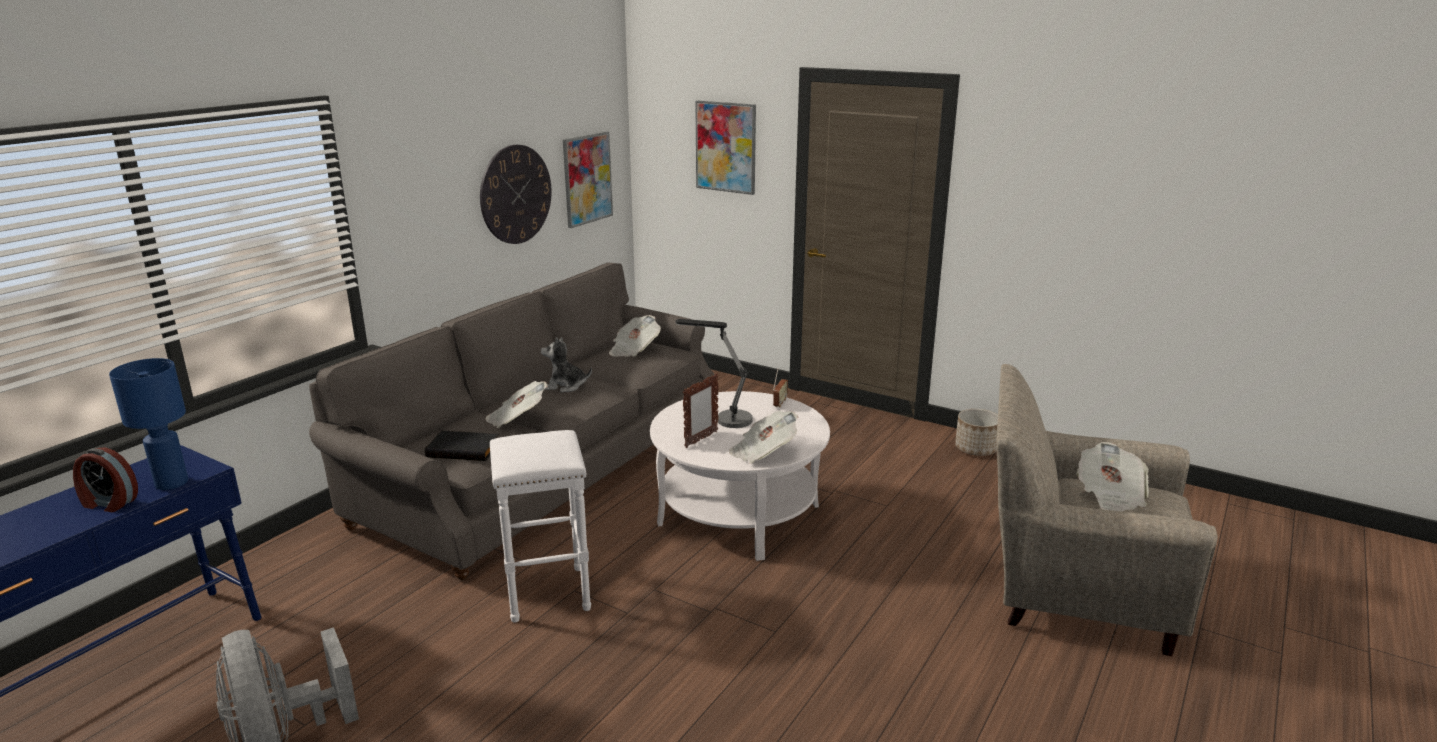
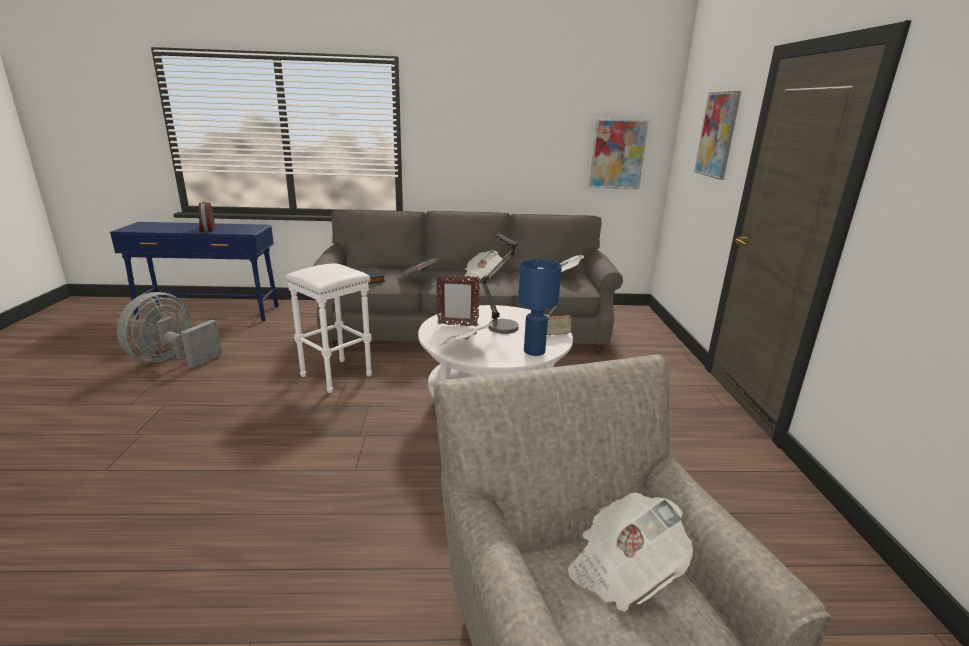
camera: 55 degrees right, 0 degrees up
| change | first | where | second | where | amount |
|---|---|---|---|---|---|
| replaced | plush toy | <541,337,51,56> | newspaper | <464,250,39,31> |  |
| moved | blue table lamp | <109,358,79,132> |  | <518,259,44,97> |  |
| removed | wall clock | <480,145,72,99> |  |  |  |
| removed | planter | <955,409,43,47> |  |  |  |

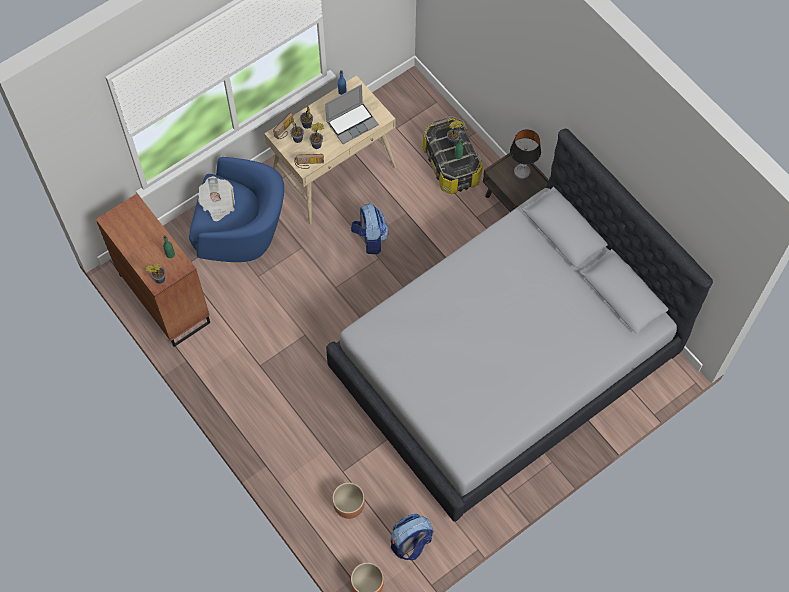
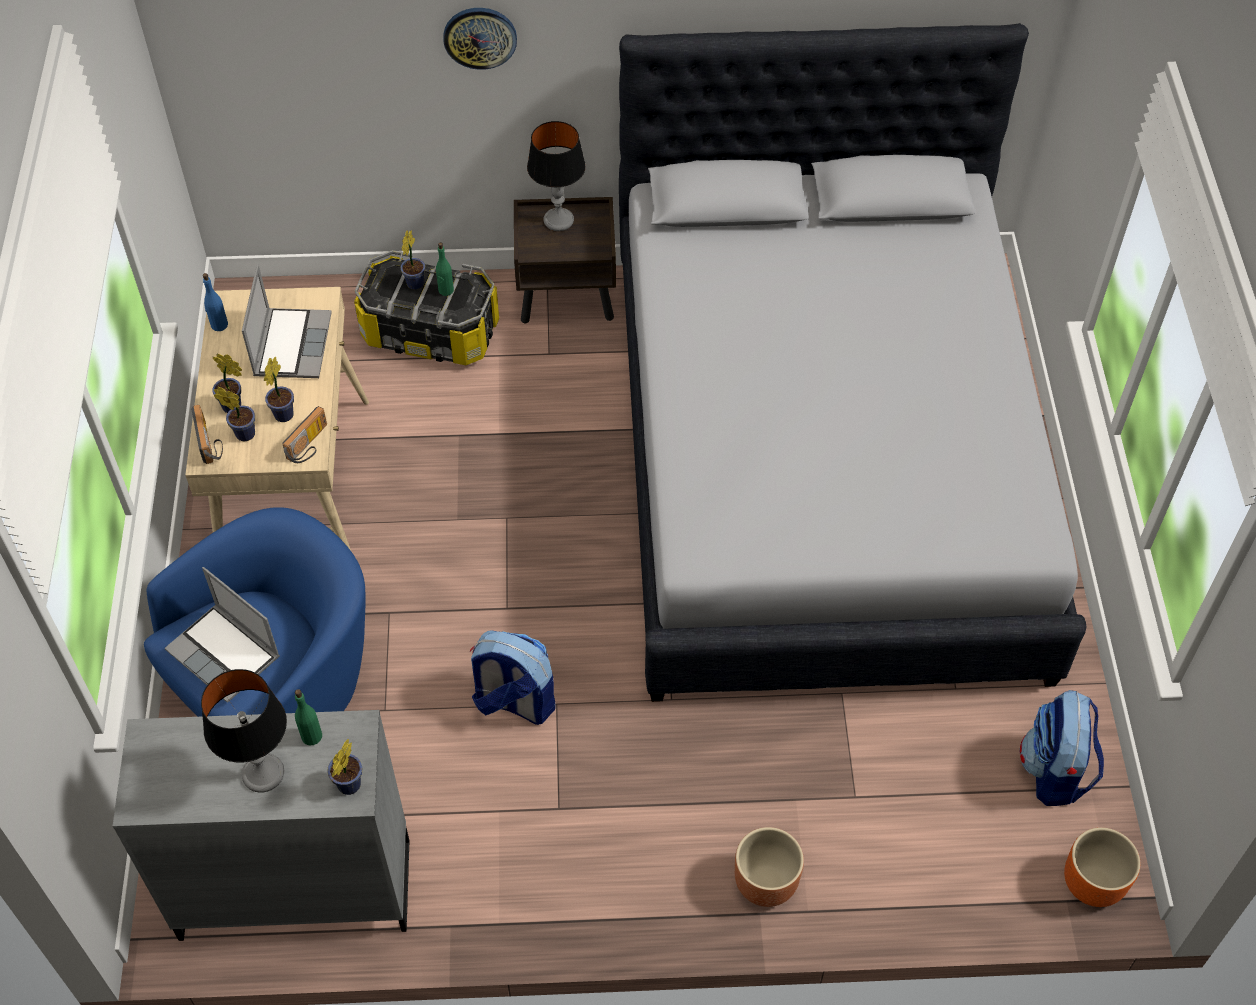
camera: 55 degrees left, 10 degrees down
| change | first | where | second | where | amount |
|---|---|---|---|---|---|
| recoloured | brown dresser | <96,193,114,154> | grey dresser | <113,710,297,231> |  |
| replaced | newspaper | <198,176,37,45> | laptop | <165,567,115,136> |  |
| added |  |  | table lamp | <201,669,86,124> |  |
| added |  |  | wall clock | <443,8,74,62> |  |
| moved | backpack | <351,203,38,51> |  | <470,630,86,95> |  |
| moved | brown planter | <332,482,33,37> |  | <735,827,69,80> |  |

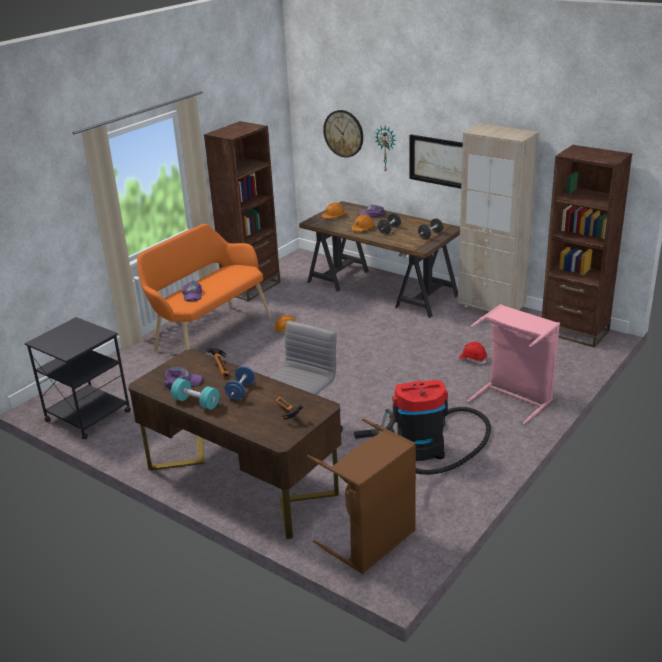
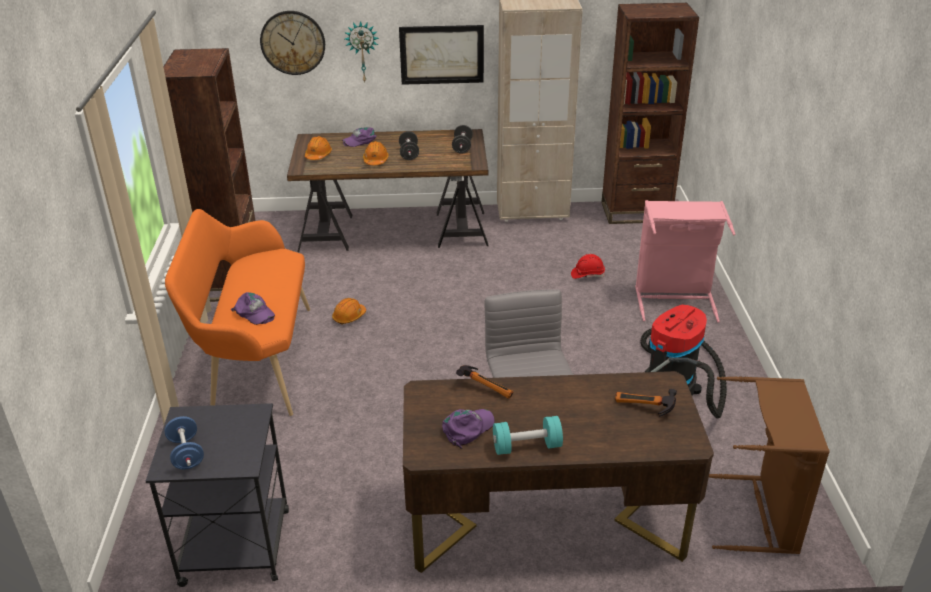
camera: 40 degrees left, 5 degrees up
| change | first | where | second | where | amount |
|---|---|---|---|---|---|
| moved | blue dumbbell | <225,366,30,34> |  | <164,416,40,53> |  |

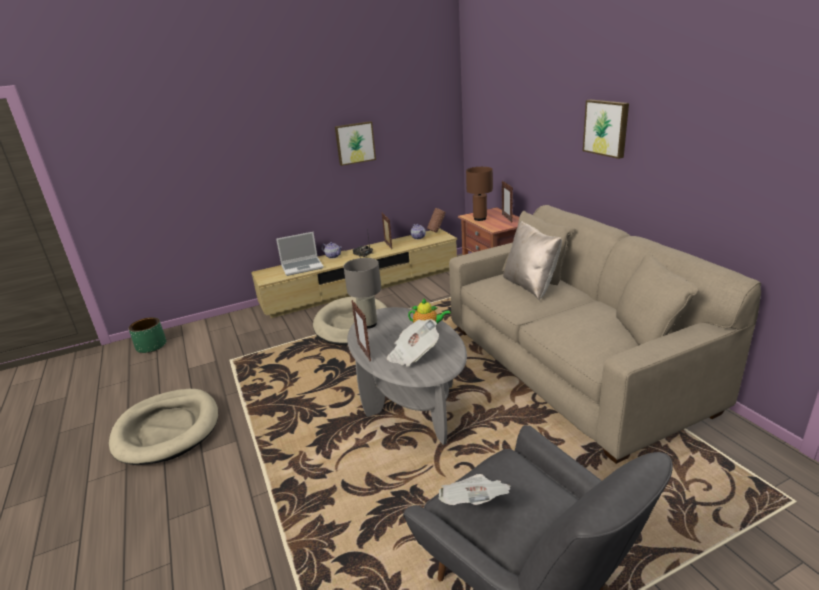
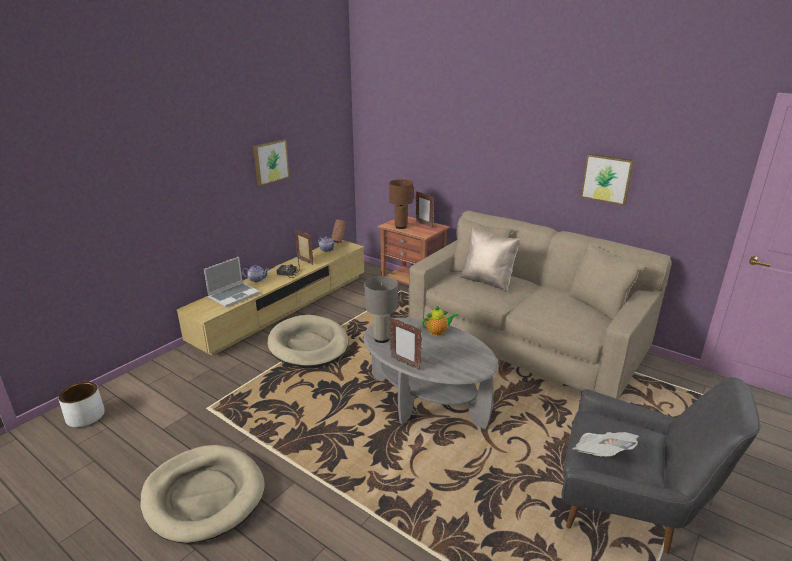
camera: 30 degrees left, 0 degrees up
| change | first | where | second | where | amount |
|---|---|---|---|---|---|
| recoloured | green planter | <128,317,38,36> | white planter | <58,382,47,45> |  |
| moved | picture | <583,100,46,59> |  | <581,154,53,51> |  |
| removed | newspaper | <387,319,52,48> |  |  |  |

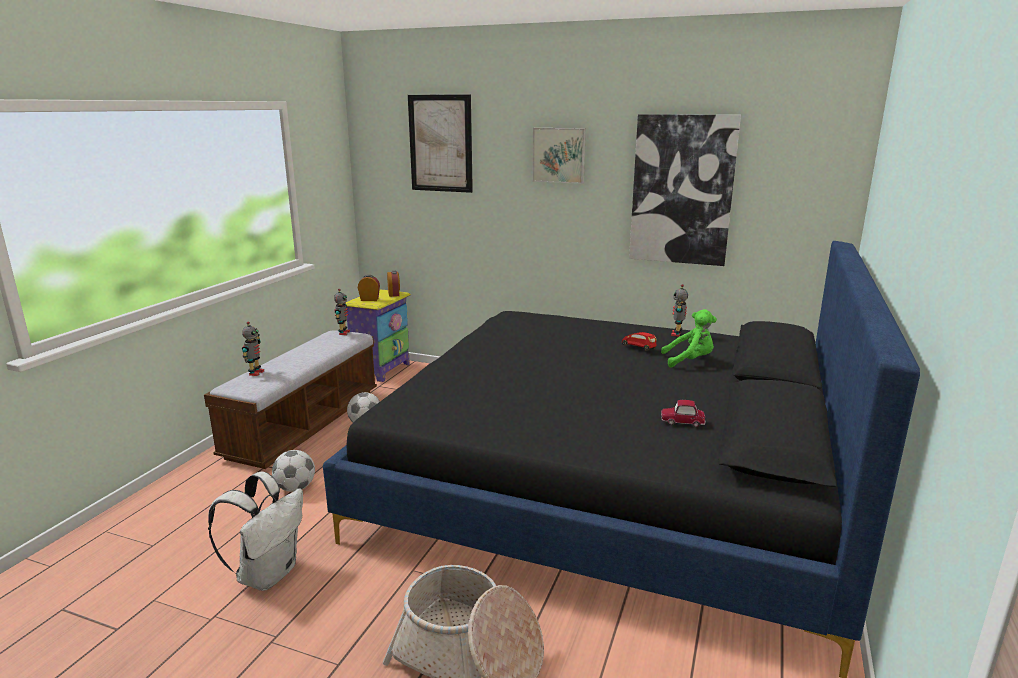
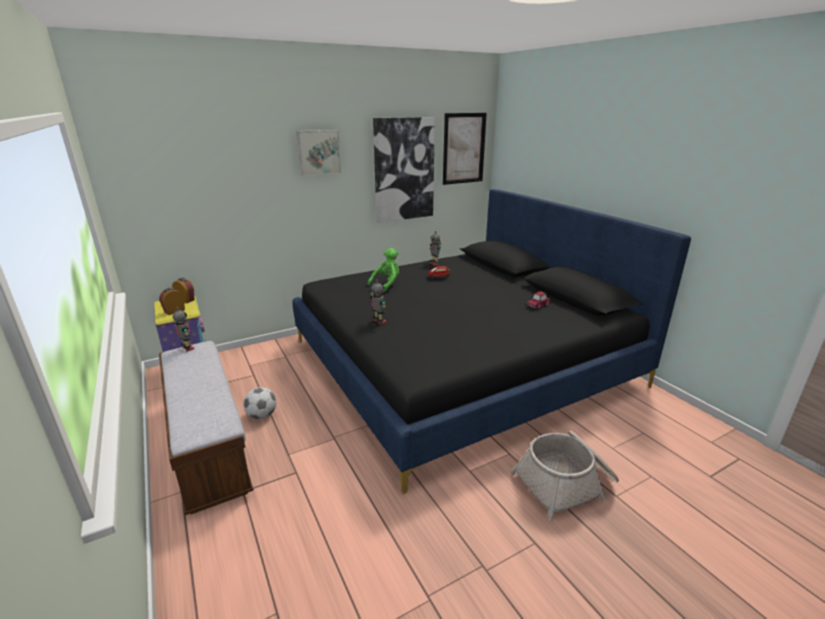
camera: 50 degrees left, 5 degrees up
| change | first | where | second | where | amount |
|---|---|---|---|---|---|
| moved | green plush toy | <661,309,56,59> |  | <368,248,32,43> |  |
| moved | toy robot | <242,321,22,55> |  | <369,279,17,46> |  |
| moved | picture | <408,94,65,99> |  | <443,113,44,72> |  |
| removed | white backpack | <208,471,95,120> |  |  |  |
| removed | football | <272,450,43,42> |  |  |  |

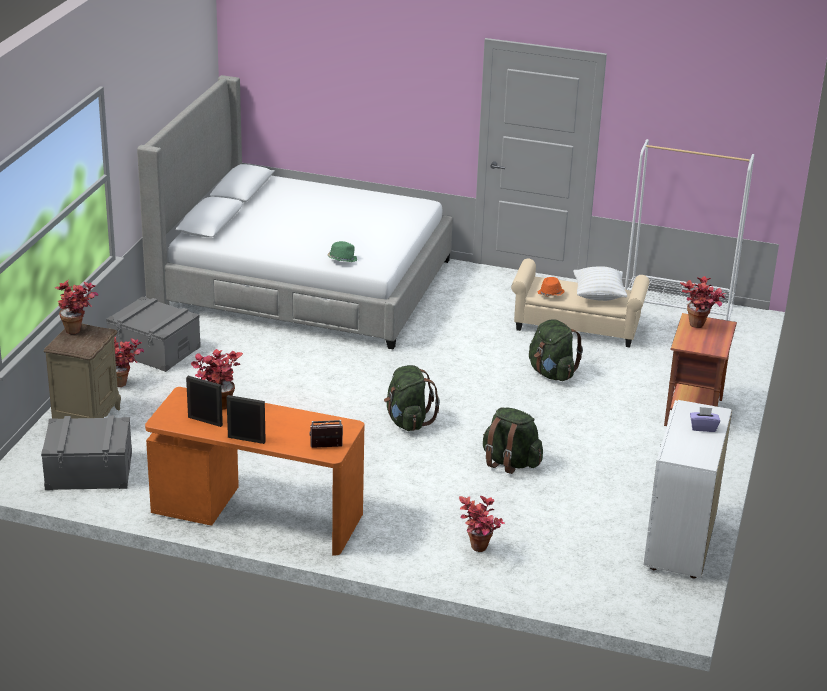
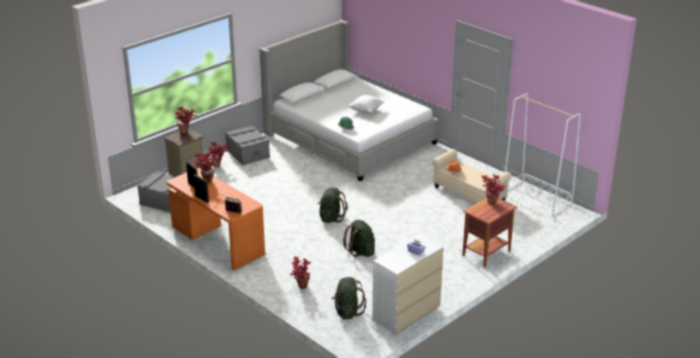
camera: 30 degrees right, 0 degrees up
| change | first | where | second | where | amount |
|---|---|---|---|---|---|
| moved | green backpack | <529,319,54,62> |  | <331,277,35,42> |  |
| moved | white pillow | <573,266,54,35> |  | <348,95,36,19> |  |

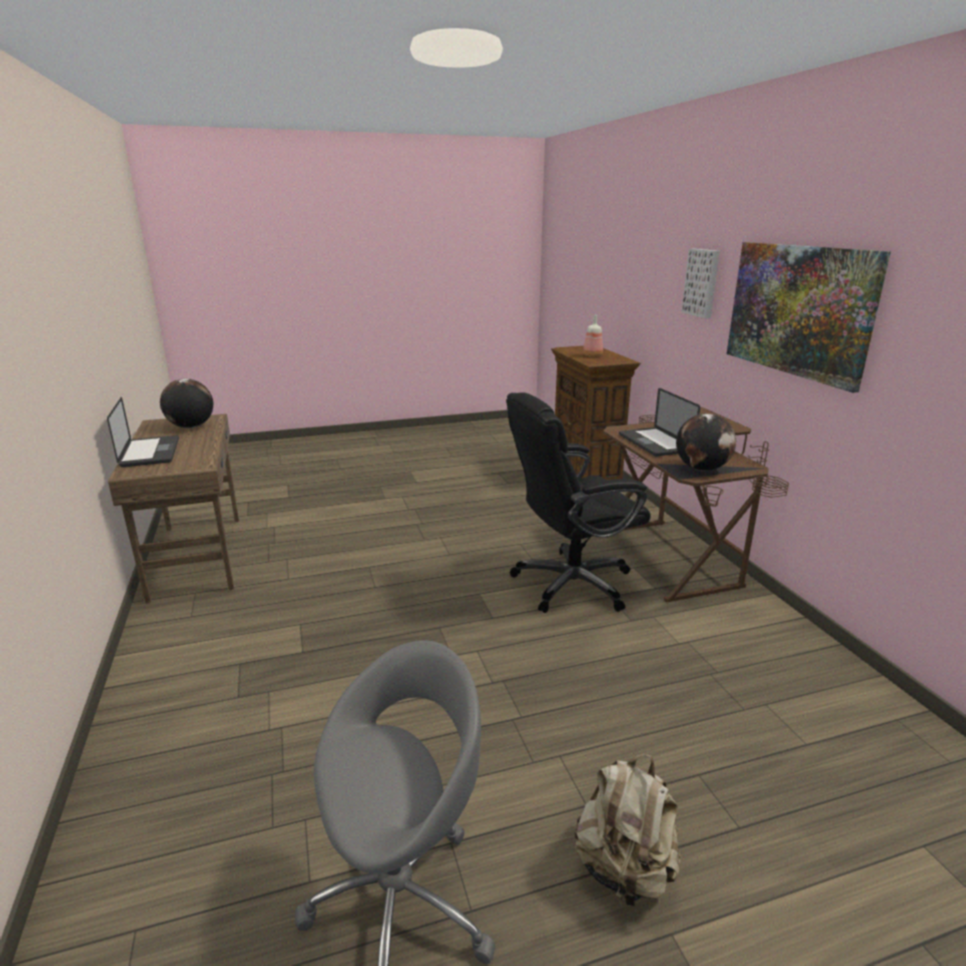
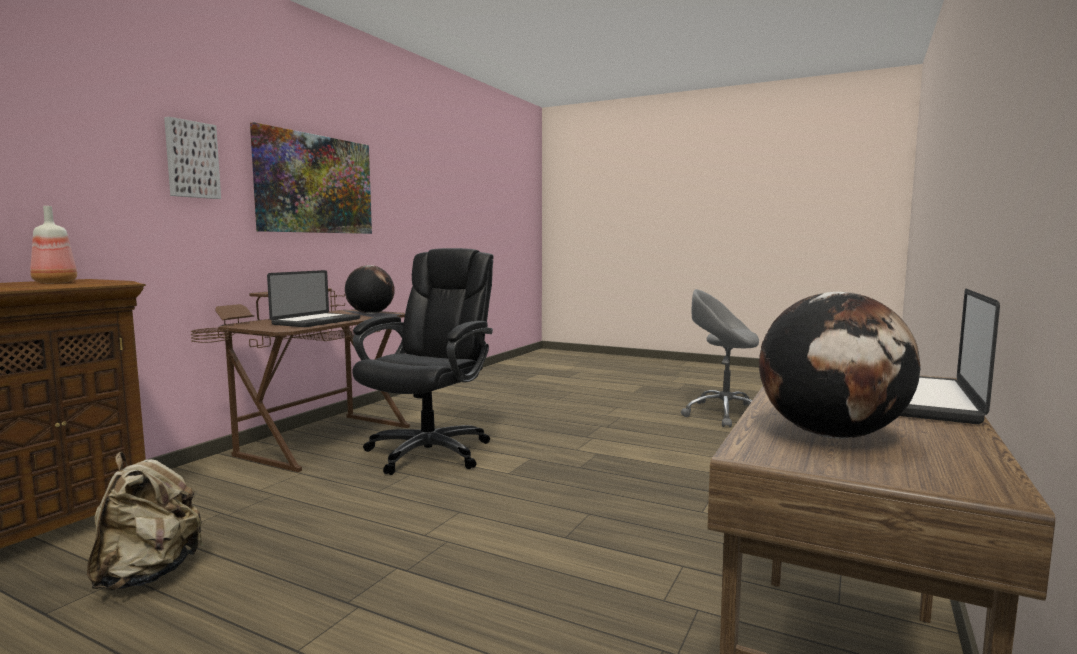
camera: 135 degrees left, 15 degrees down
| change | first | where | second | where | amount |
|---|---|---|---|---|---|
| moved | beige backpack | <575,754,106,152> |  | <87,452,117,139> |  |
| turned | black office chair | <506,392,145,221> |  | <352,248,142,227> | 90 degrees counterclockwise |

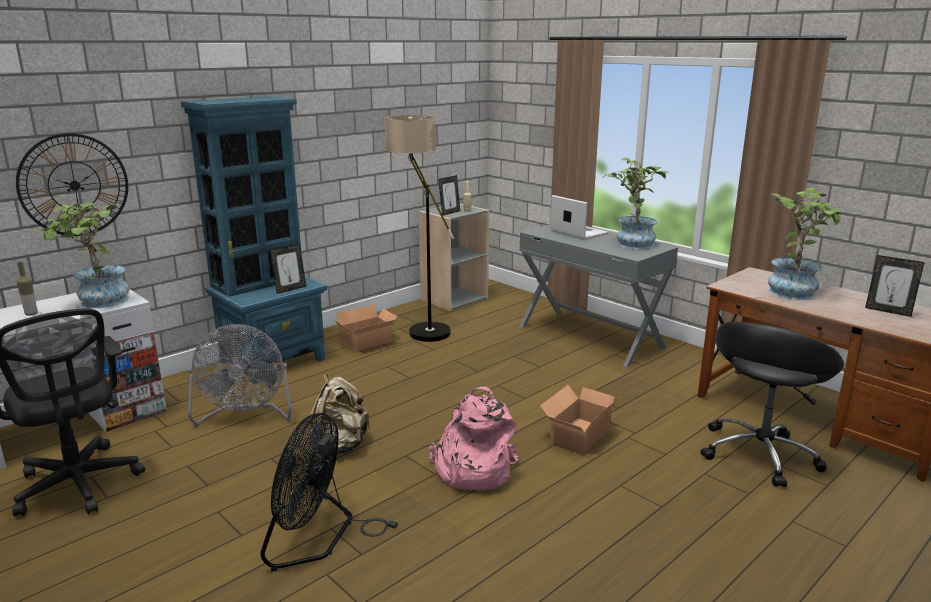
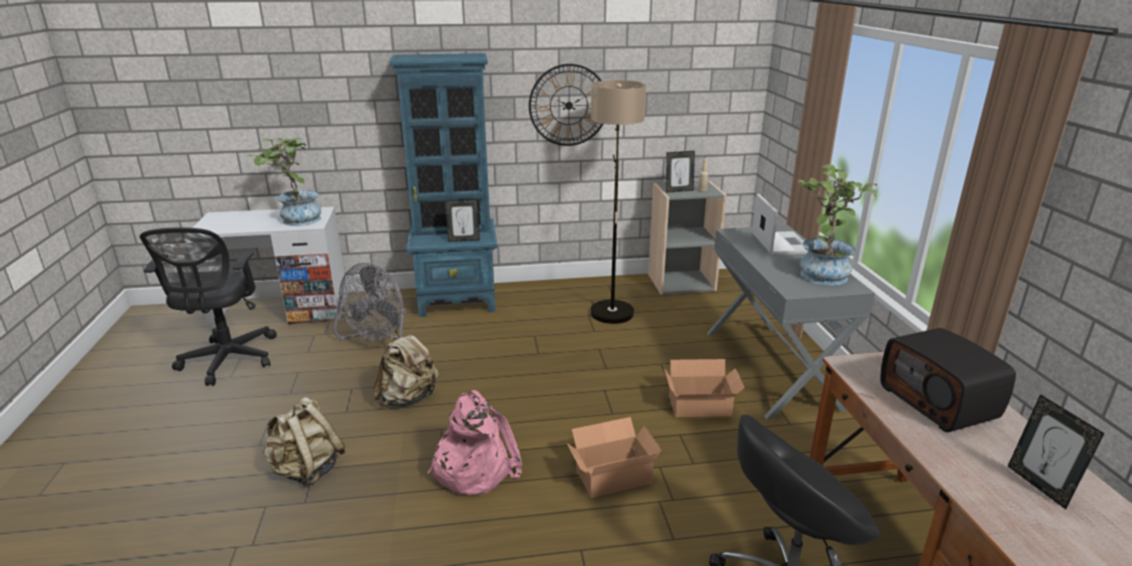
camera: 35 degrees right, 5 degrees up
| change | first | where | second | where | amount |
|---|---|---|---|---|---|
| replaced | black fan | <260,413,139,159> | beige backpack | <262,397,83,90> |  |
| moved | wall clock | <16,133,112,103> |  | <529,64,74,82> |  |
| moved | cardboard box | <334,304,63,48> |  | <664,359,81,58> |  |
| replaced | potted plant | <768,188,77,112> | radio | <880,328,136,104> |  |
| removed | bottle | <17,262,21,54> |  |  |  |

